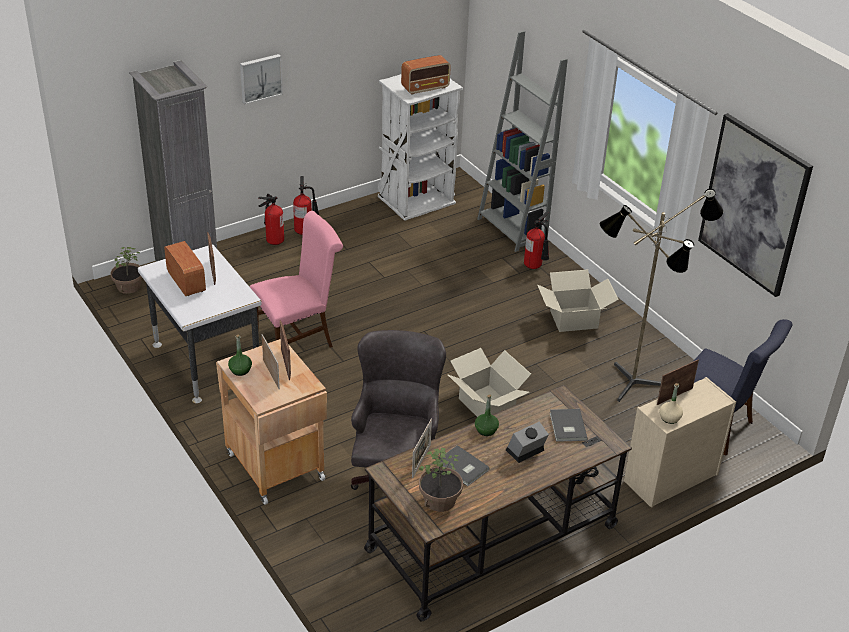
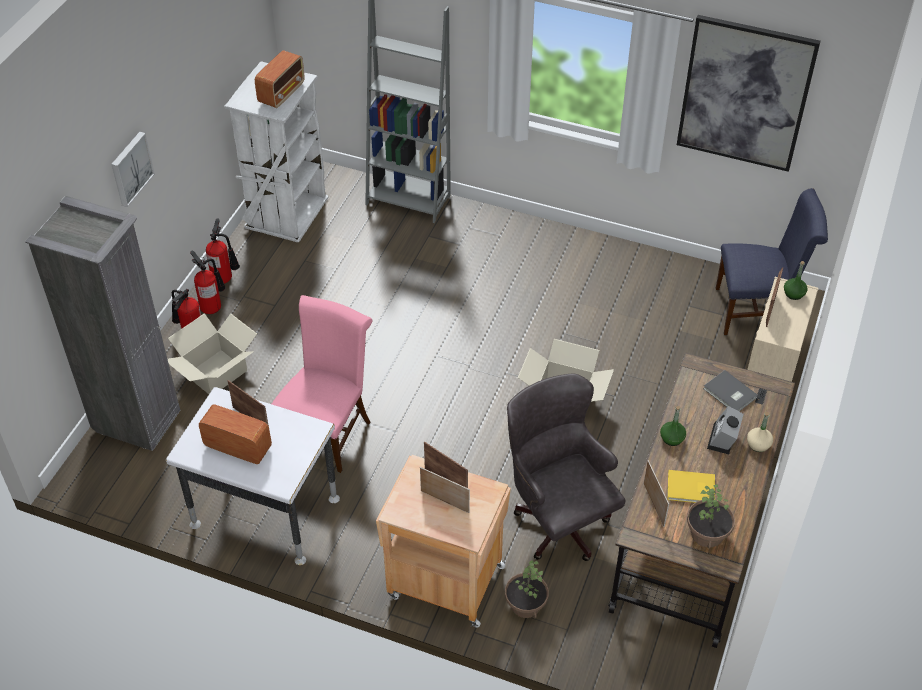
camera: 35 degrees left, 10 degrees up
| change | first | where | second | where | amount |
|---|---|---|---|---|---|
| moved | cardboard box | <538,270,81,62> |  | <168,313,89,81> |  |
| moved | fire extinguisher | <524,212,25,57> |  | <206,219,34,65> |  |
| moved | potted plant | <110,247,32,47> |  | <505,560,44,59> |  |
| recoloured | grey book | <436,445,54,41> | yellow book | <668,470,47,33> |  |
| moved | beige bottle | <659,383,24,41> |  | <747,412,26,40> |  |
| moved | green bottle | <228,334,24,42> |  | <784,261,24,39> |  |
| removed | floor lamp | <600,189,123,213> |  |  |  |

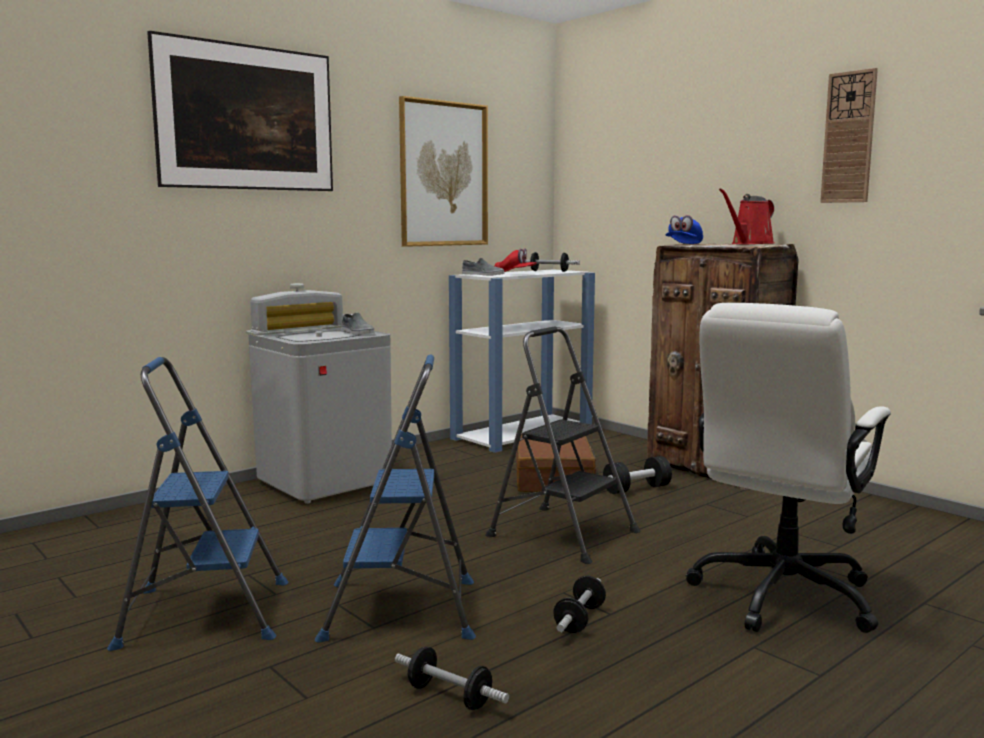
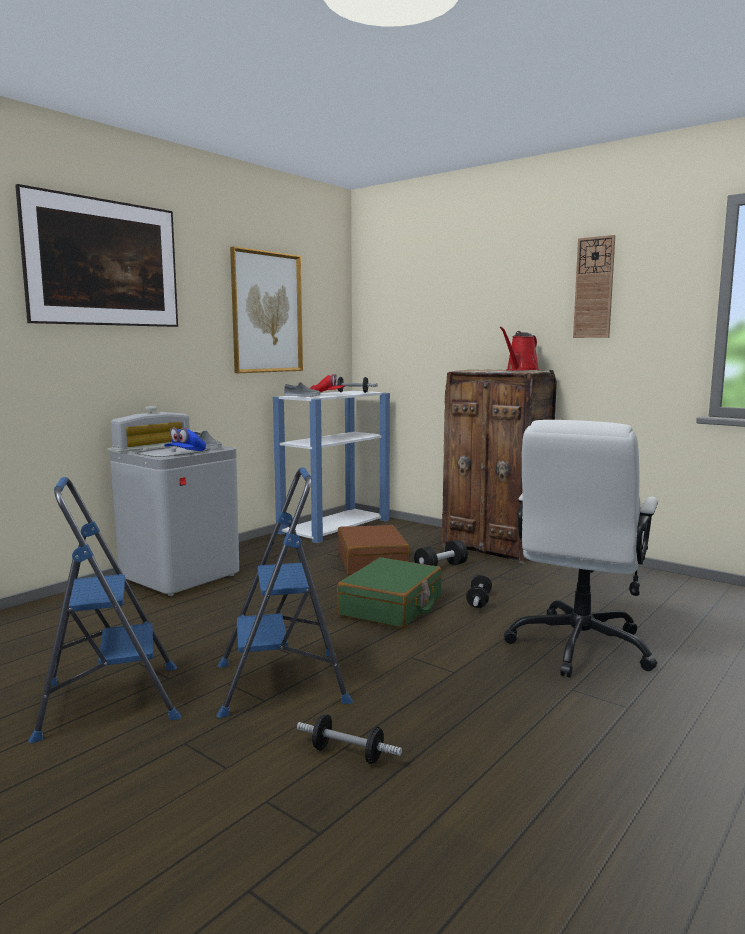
camera: 10 degrees left, 0 degrees up
| change | first | where | second | where | amount |
|---|---|---|---|---|---|
| moved | blue cap | <666,215,37,29> |  | <164,427,42,24> |  |
| replaced | black step ladder | <485,326,156,238> | green suitcase | <337,557,105,71> |  |
| moved | dumbbell | <553,576,53,57> |  | <466,575,26,33> |  |

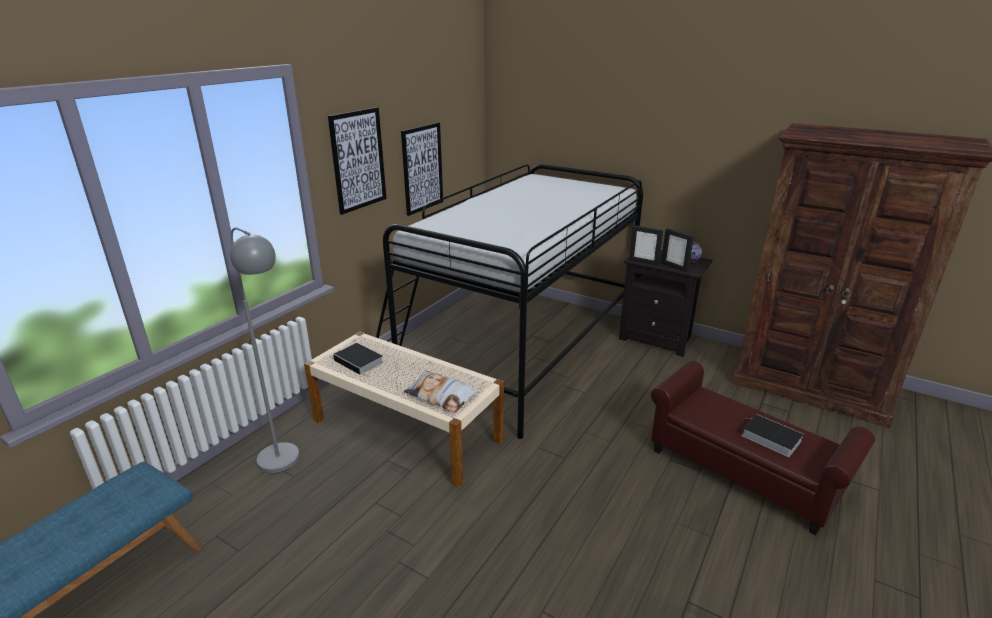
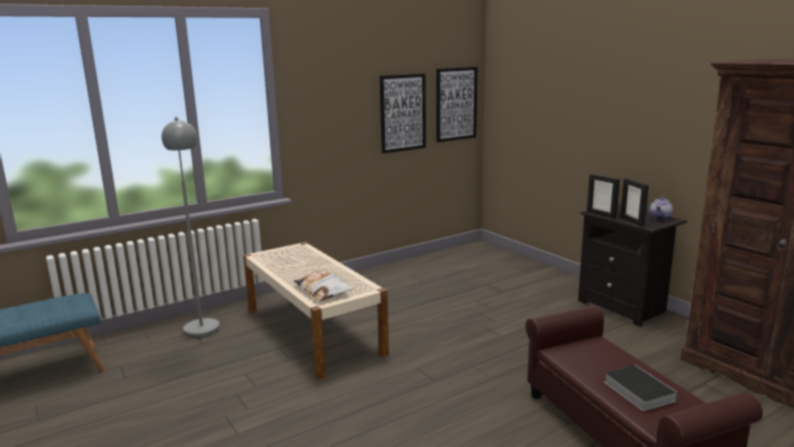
camera: 25 degrees right, 10 degrees down
| change | first | where | second | where | amount |
|---|---|---|---|---|---|
| moved | picture | <328,107,59,108> |  | <437,67,40,75> |  |
| removed | book | <333,343,50,34> |  |  |  |
| removed | black bed | <376,164,267,275> |  |  |  |

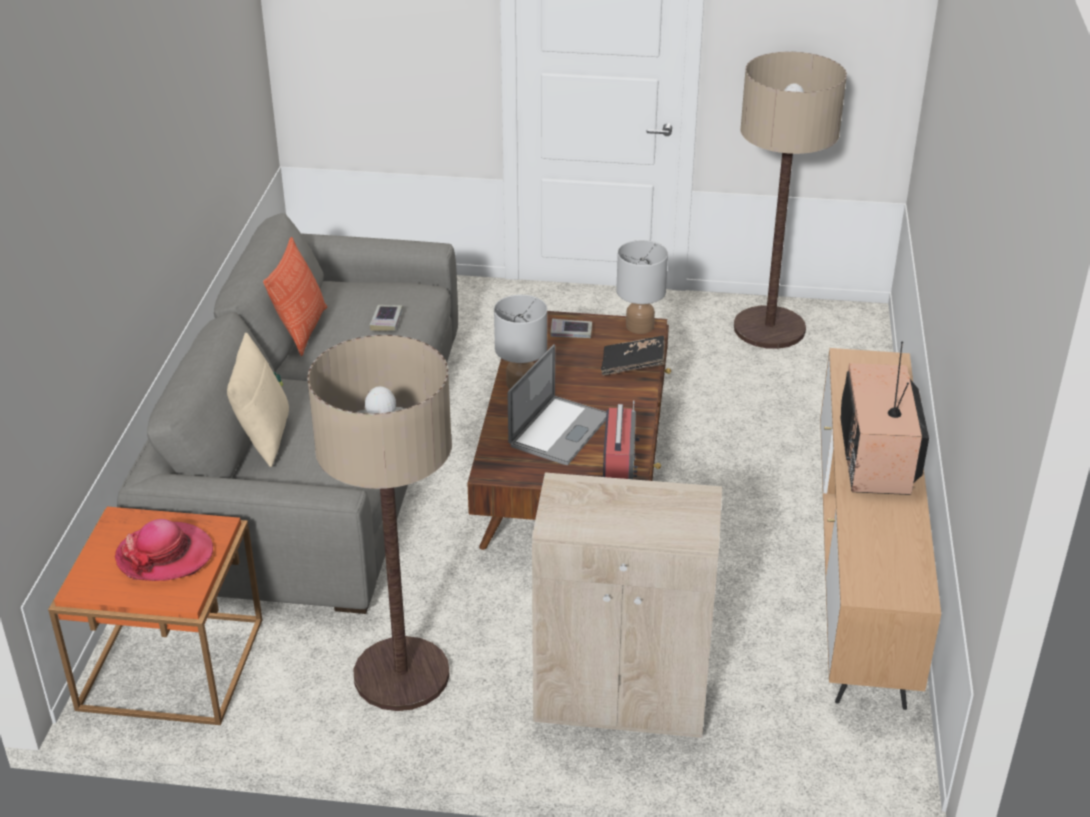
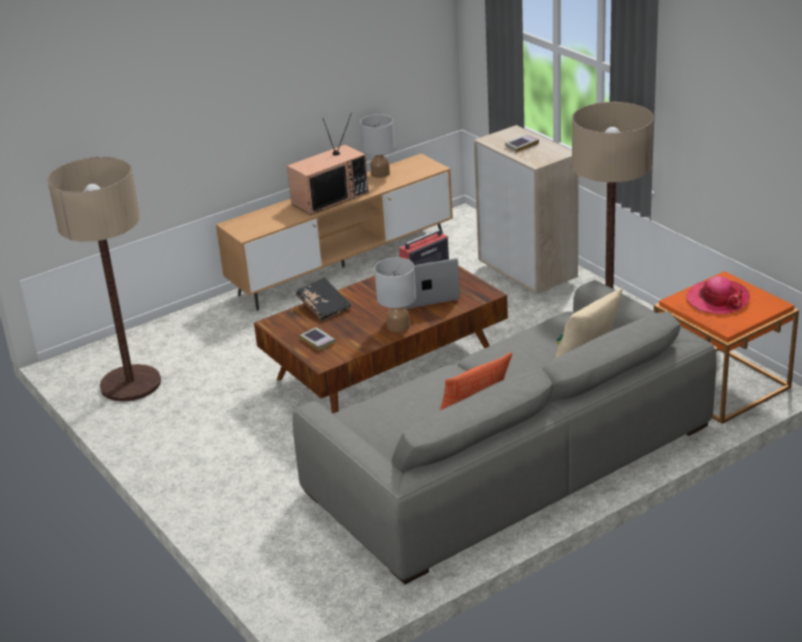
camera: 130 degrees left, 5 degrees down
| change | first | where | second | where | amount |
|---|---|---|---|---|---|
| moved | grey table lamp | <616,240,52,94> |  | <360,114,35,64> |  |
| moved | book | <370,305,33,26> |  | <505,134,34,18> |  |

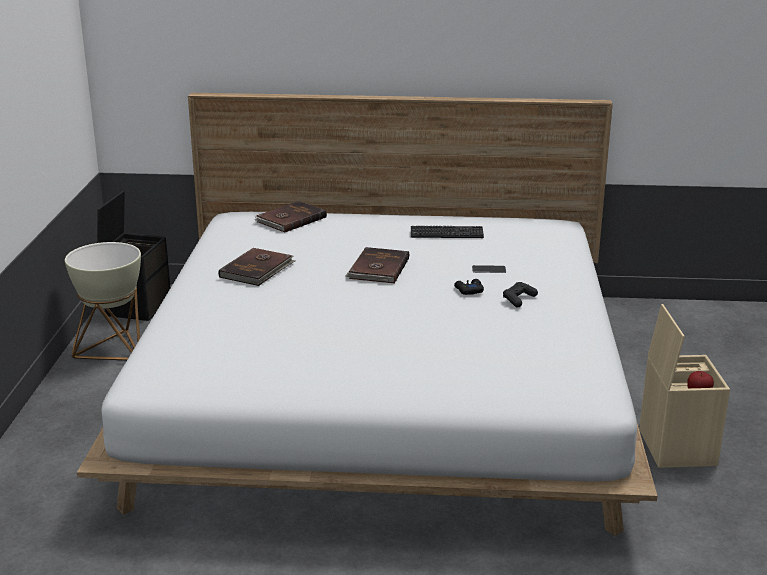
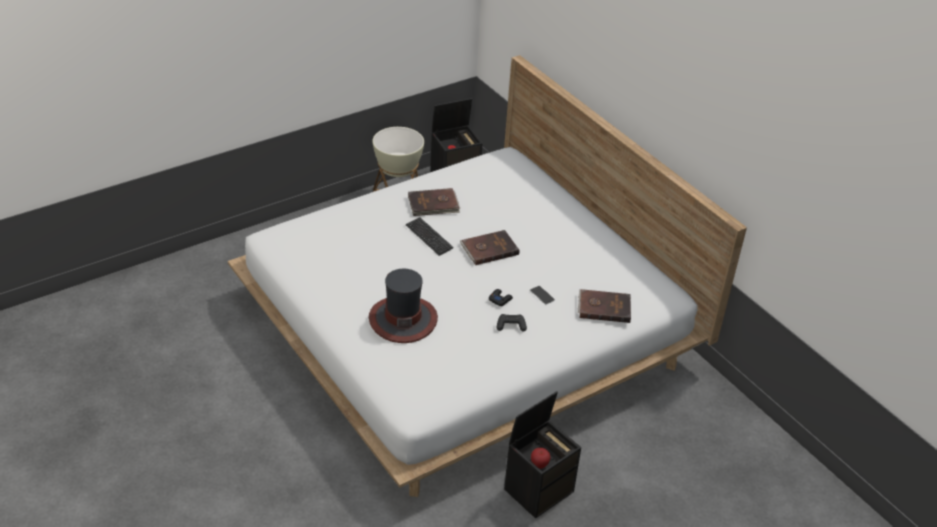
camera: 50 degrees right, 15 degrees up
| change | first | where | second | where | amount |
|---|---|---|---|---|---|
| added |  |  | hat | <369,269,69,74> |  |
| moved | keyboard | <411,226,73,12> |  | <406,217,48,39> |  |
| recoloured | beige storage box | <639,304,91,164> | black storage box | <504,391,77,127> |  |
| moved | brown book | <254,201,73,32> |  | <578,289,53,34> |  |

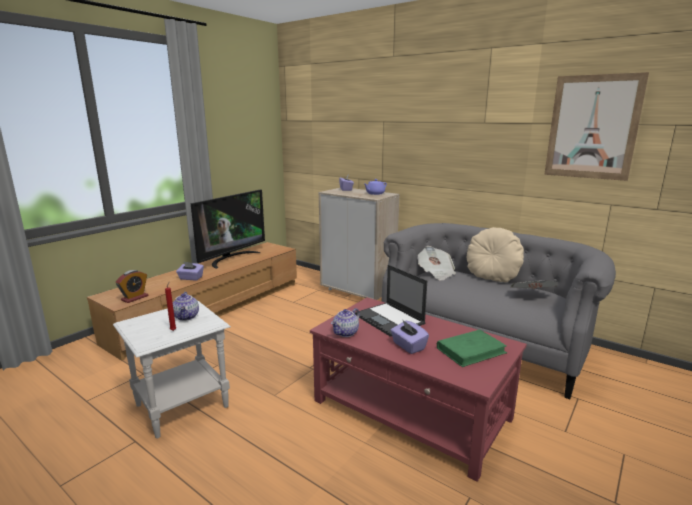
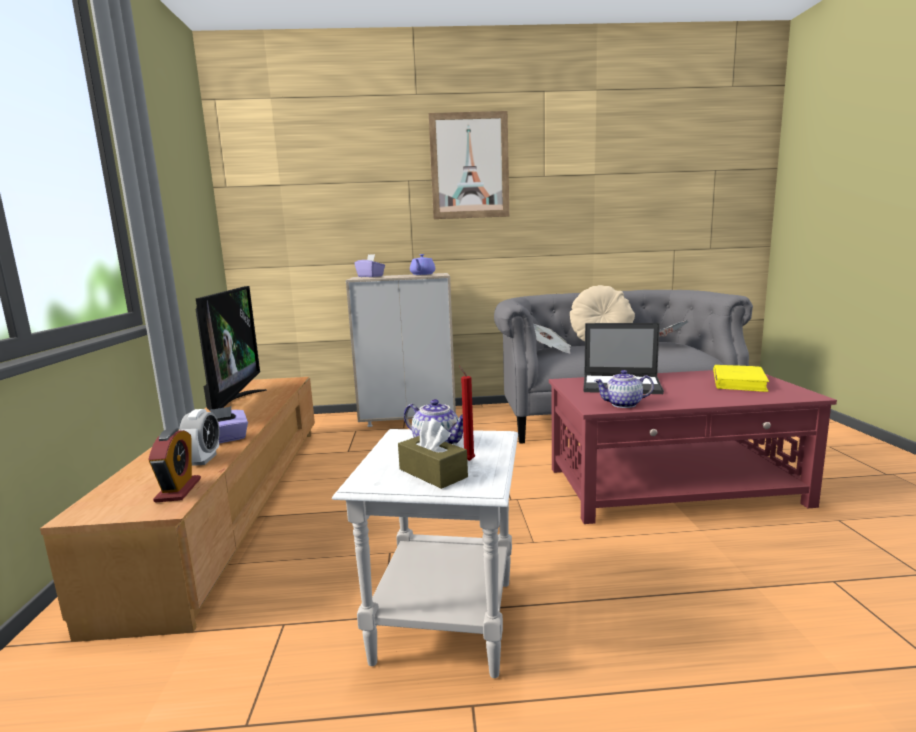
camera: 40 degrees left, 5 degrees down
| change | first | where | second | where | amount |
|---|---|---|---|---|---|
| added |  |  | alarm clock | <179,409,40,57> |  |
| added |  |  | brown tissue box | <398,419,70,70> |  |
| moved | picture | <544,72,105,109> |  | <428,111,81,108> |  |
| turned | teapot | <331,308,29,29> |  | <594,370,60,38> | 90 degrees clockwise |
| recoloured | green book | <437,330,70,37> | yellow book | <713,365,56,27> |  |
| removed | purple tissue box | <390,319,39,35> |  |  |  |

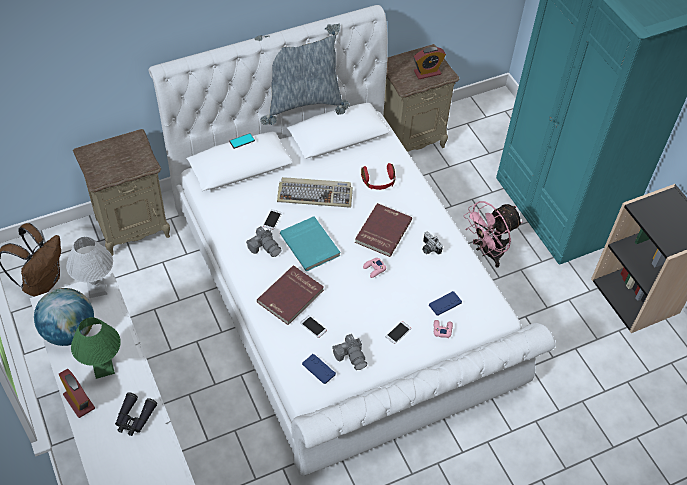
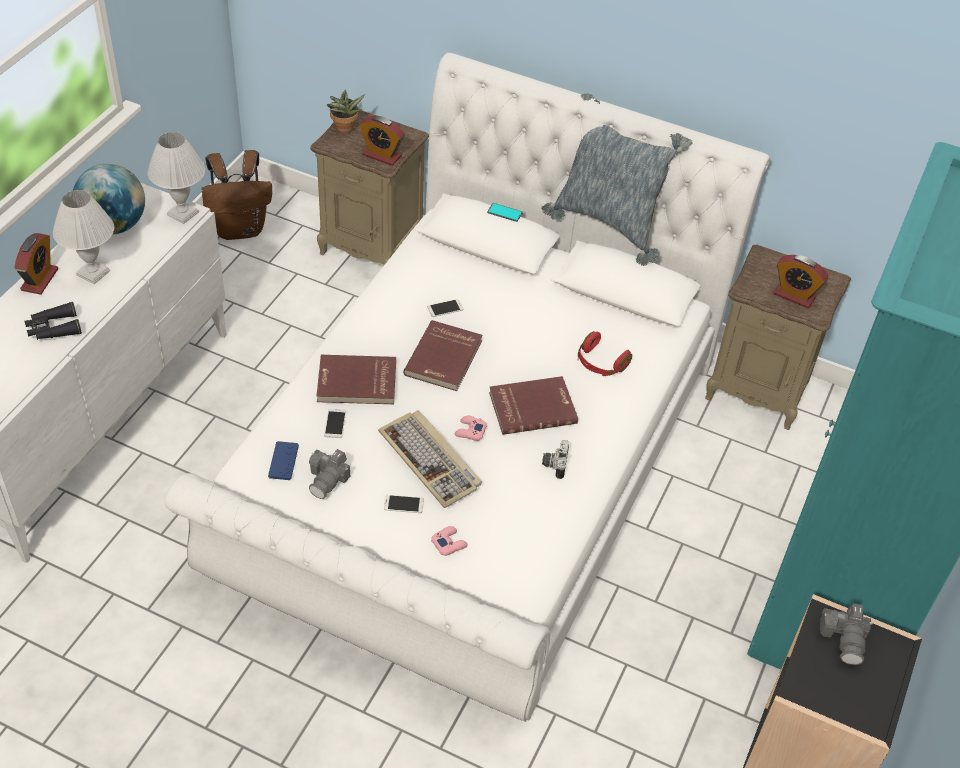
camera: 50 degrees right, 5 degrees down
| change | first | where | second | where | amount |
|---|---|---|---|---|---|
| recoloured | green table lamp | <71,317,50,62> | white table lamp | <53,190,61,94> |  |
| added |  |  | potted plant | <327,90,38,44> |  |
| added |  |  | alarm clock | <359,116,45,50> |  |
| moved | keyboard | <277,177,76,31> |  | <378,410,104,98> |  |
| recoloured | turquoise book | <280,216,60,55> | red book | <403,320,80,71> |  |
| moved | photo camera | <246,226,35,31> |  | <820,603,53,62> |  |
| removed | blue game controller | <429,291,33,24> |  |  |  |
| removed | pink fan | <464,201,58,67> |  |  |  |

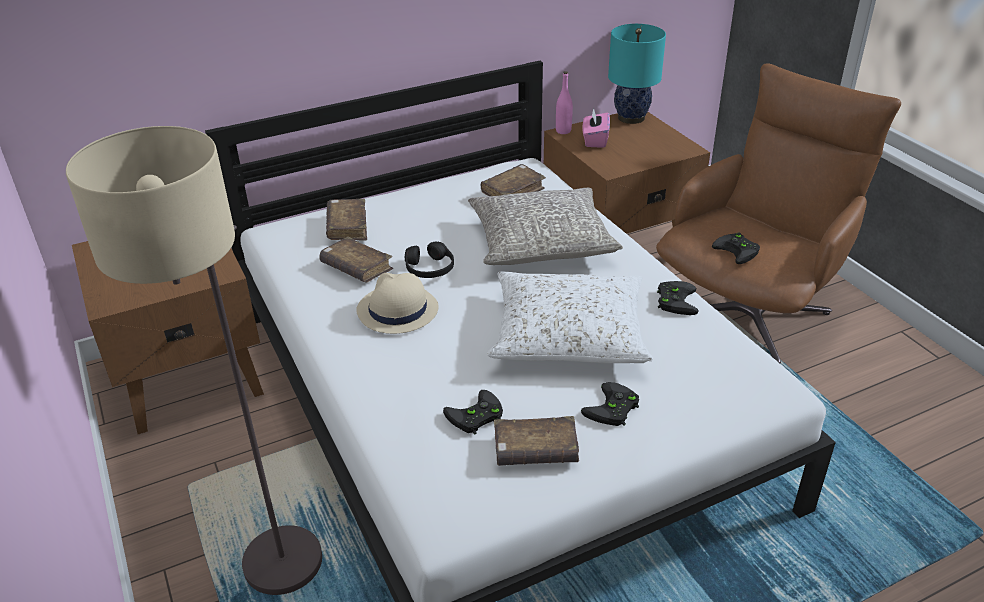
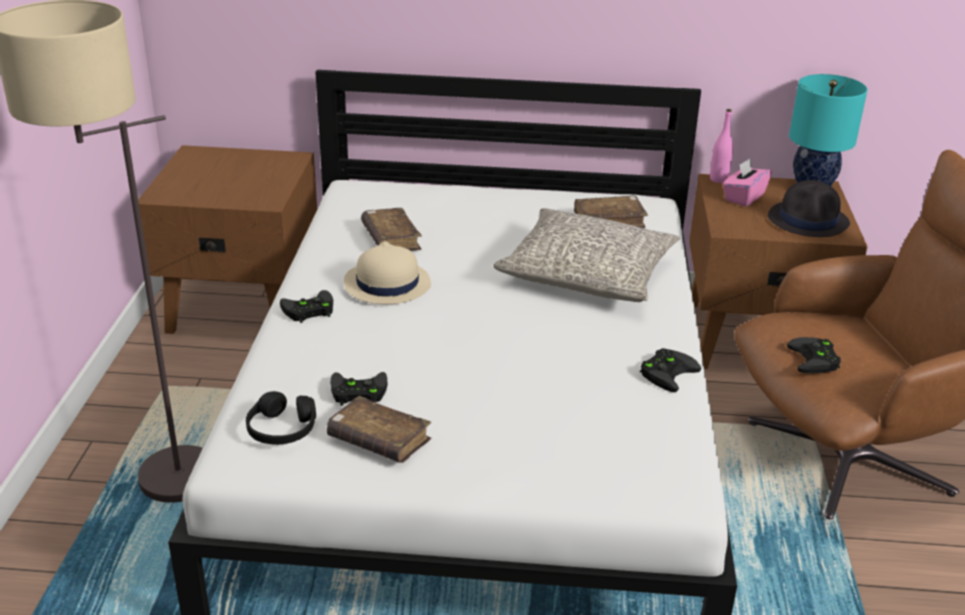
camera: 30 degrees right, 5 degrees down
| change | first | where | second | where | amount |
|---|---|---|---|---|---|
| moved | black headphones | <405,241,49,37> |  | <246,391,70,54> |  |
| moved | black game controller | <581,382,58,44> |  | <280,290,53,33> |  |
| added |  |  | black hat | <768,180,82,57> |  |
| removed | brown book | <326,199,41,41> |  |  |  |
| removed | white pillow | <487,272,166,91> |  |  |  |

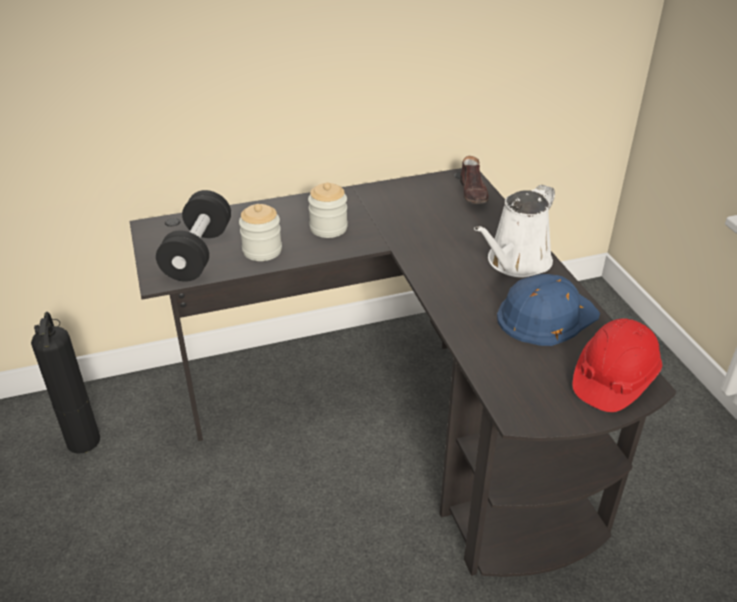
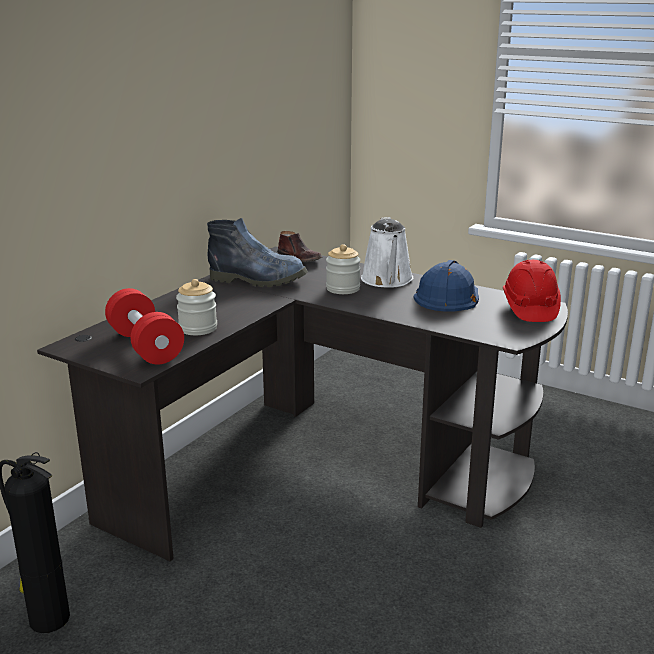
camera: 40 degrees left, 15 degrees down
| change | first | where | second | where | amount |
|---|---|---|---|---|---|
| recoloured | black dumbbell | <156,190,75,92> | red dumbbell | <105,288,79,76> |  |
| added |  |  | boot | <207,218,101,69> |  |
| moved | jar | <308,182,40,56> |  | <326,244,35,50> |  |

